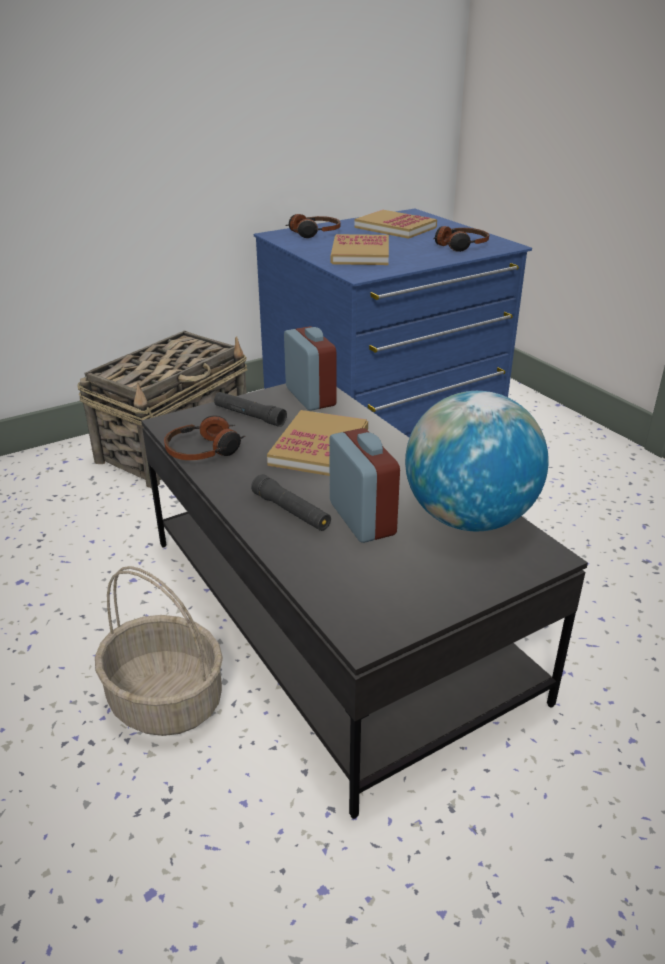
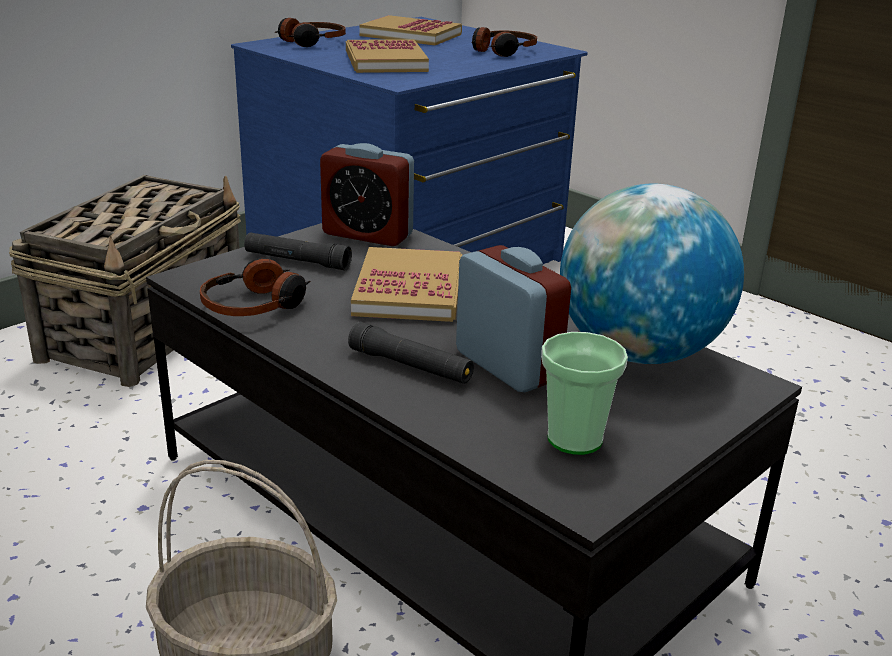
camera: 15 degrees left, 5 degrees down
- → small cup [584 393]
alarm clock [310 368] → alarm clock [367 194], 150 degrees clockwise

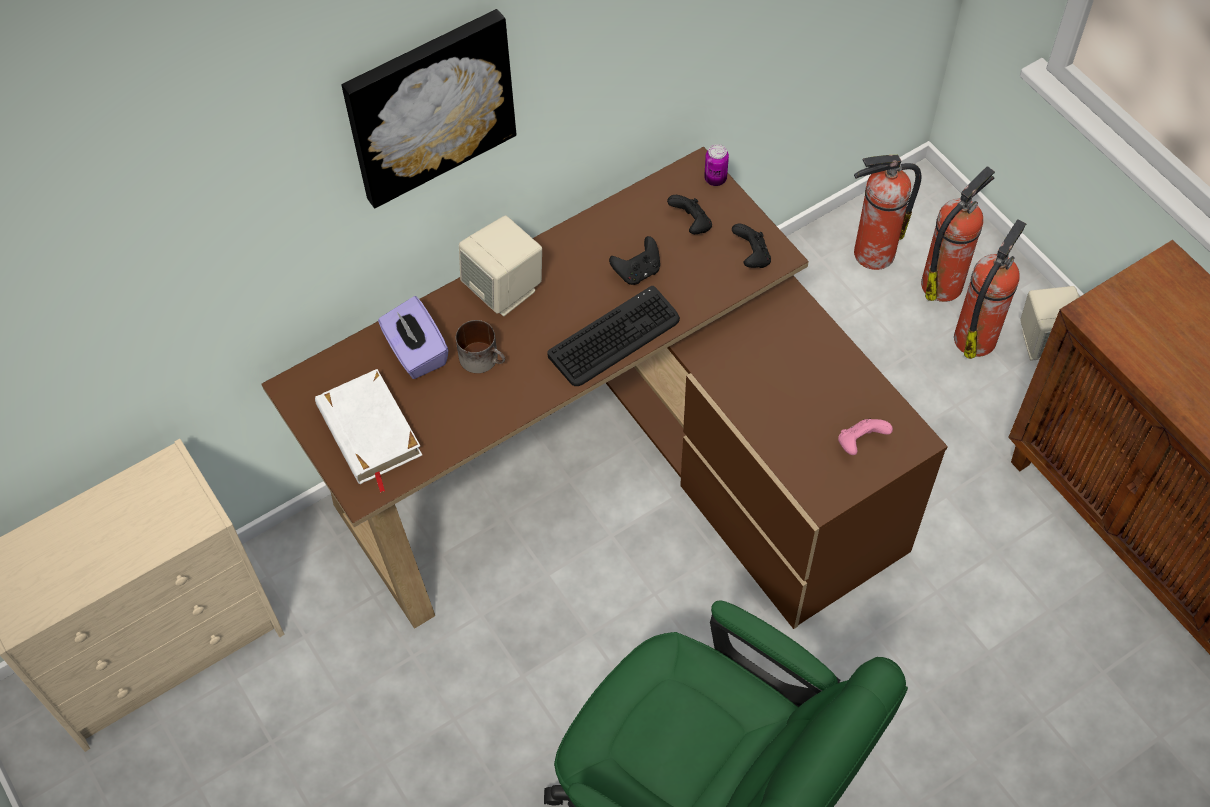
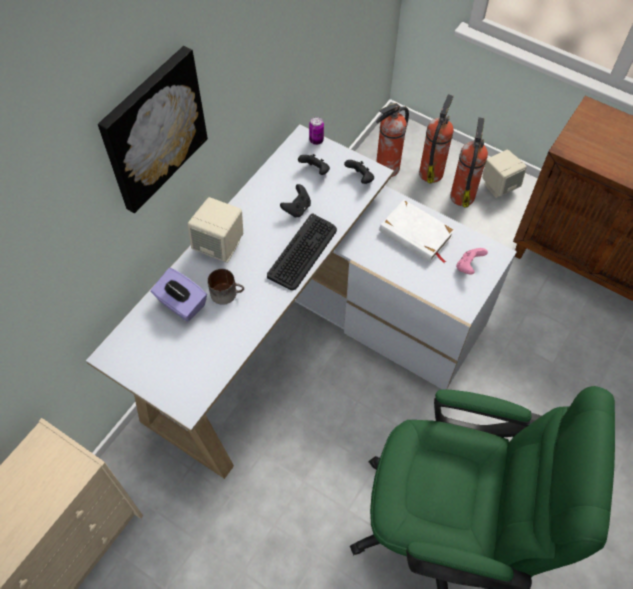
camera: 25 degrees left, 0 degrees up
white-coloured bound book [368 431] → white-coloured bound book [416 231], shifted
brown desk [604 388] → white-coloured desk [301 302]

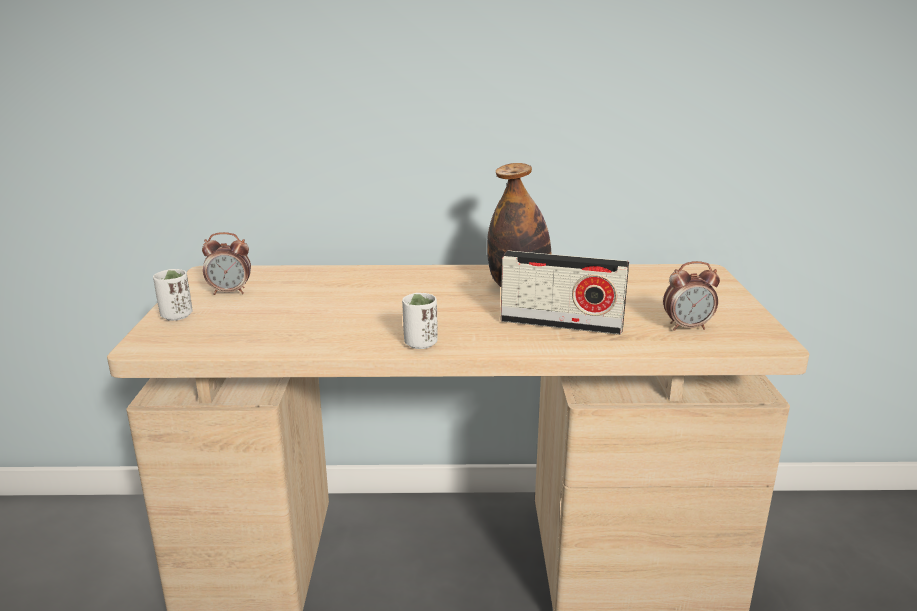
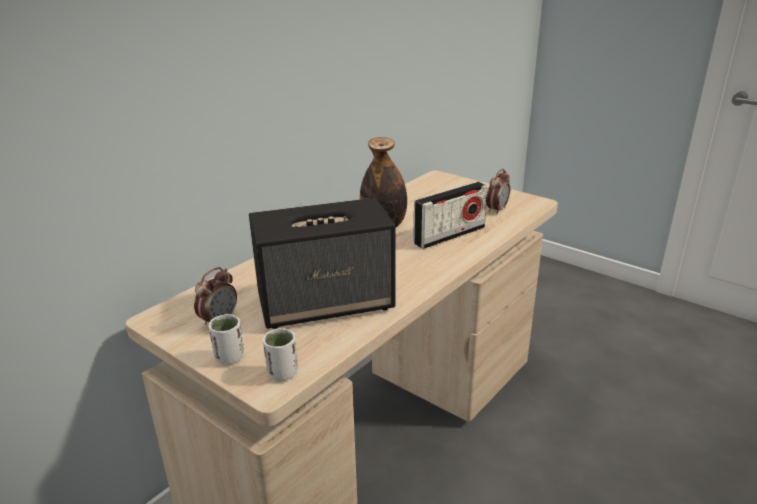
camera: 50 degrees left, 5 degrees up
- → audio speaker [322 263]
white-coloured small cup [420 321] → white-coloured small cup [280 354], shifted

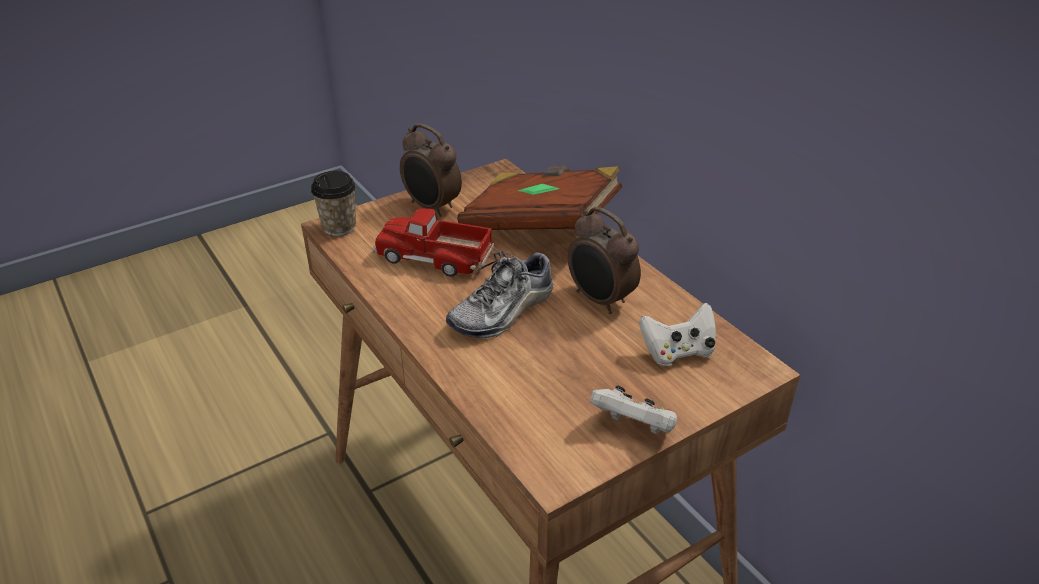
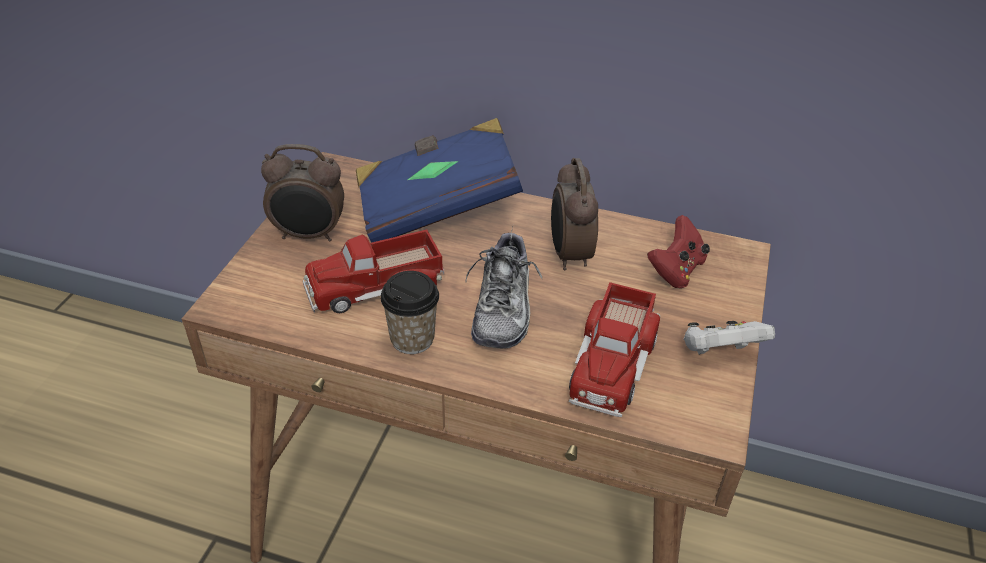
camera: 40 degrees left, 5 degrees up
- → model truck [614 349]
small cup [333 203] → small cup [409 312], shifted
brown bound book [539 197] → bluish bound book [439 180]
white-coloured game controller [677 334] → red game controller [678 251]
alarm clock [604 260] → alarm clock [574 214], 75 degrees clockwise

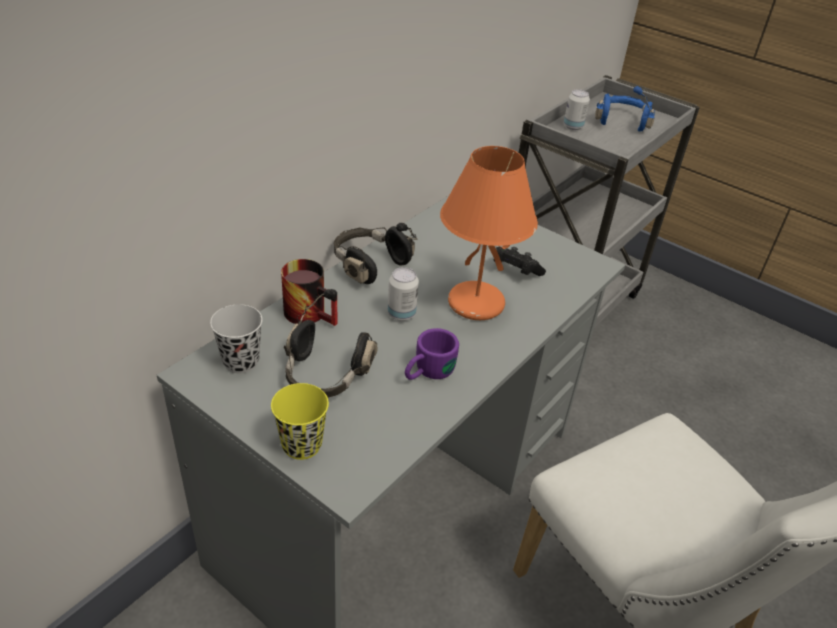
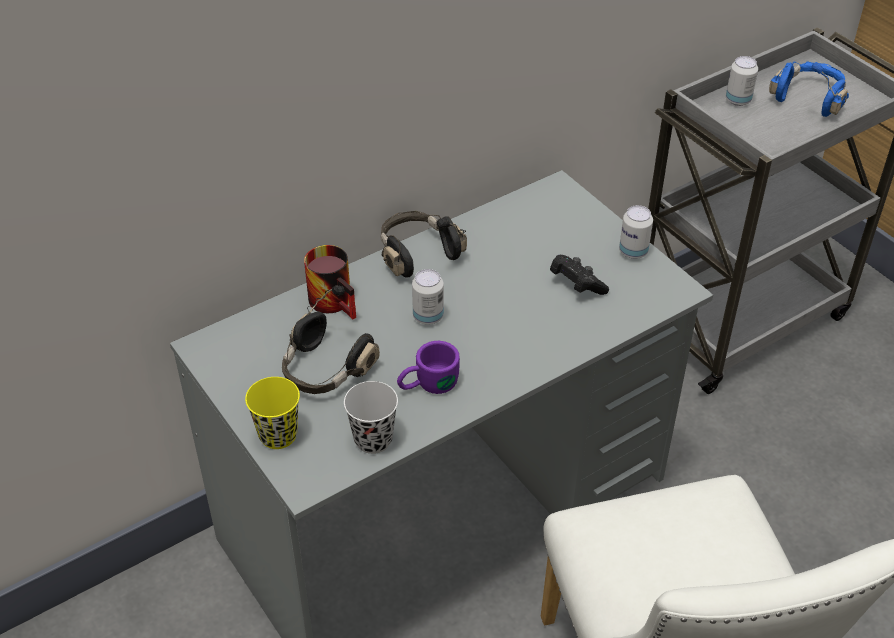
camera: 20 degrees right, 5 degrees up
orangey lamp for a table [489 233] → -
- → sealed can [636 232]
black small cup [236 338] → black small cup [371 417], shifted

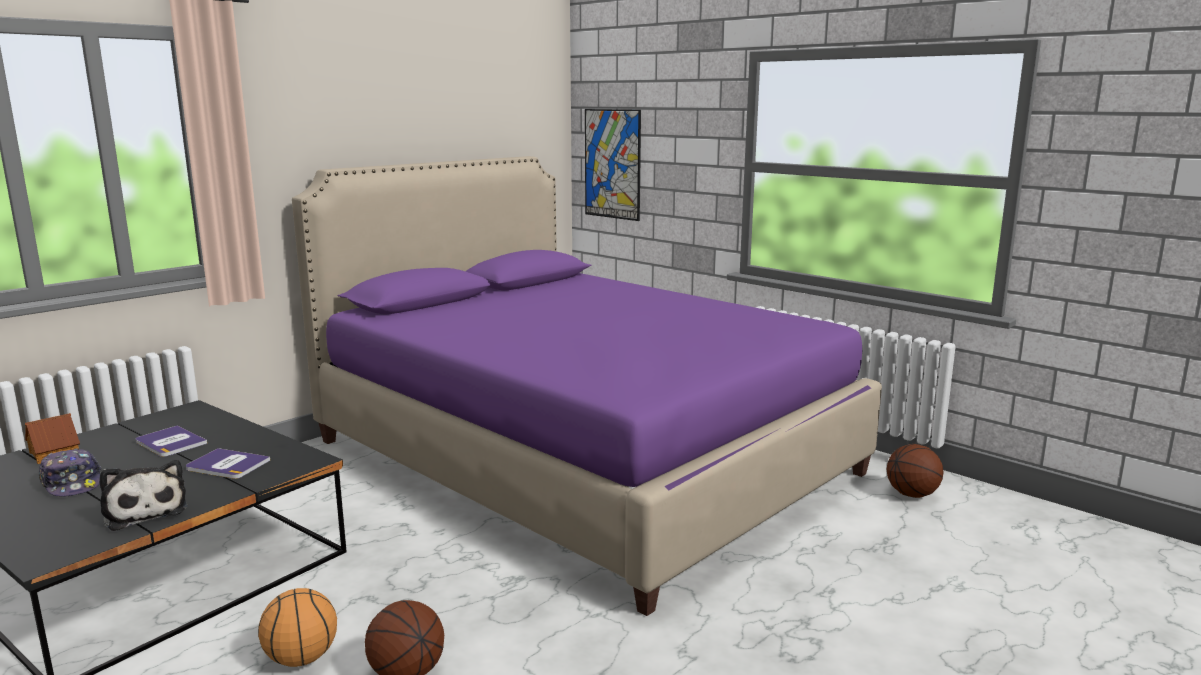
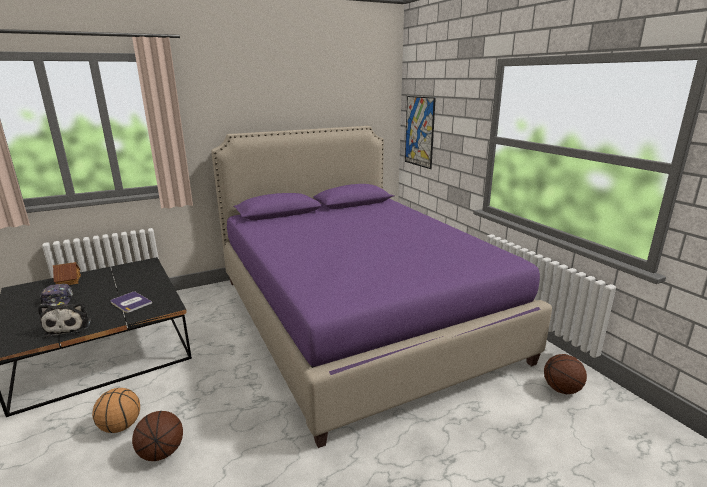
camera: 20 degrees right, 5 degrees up
bound book [171 441] → -

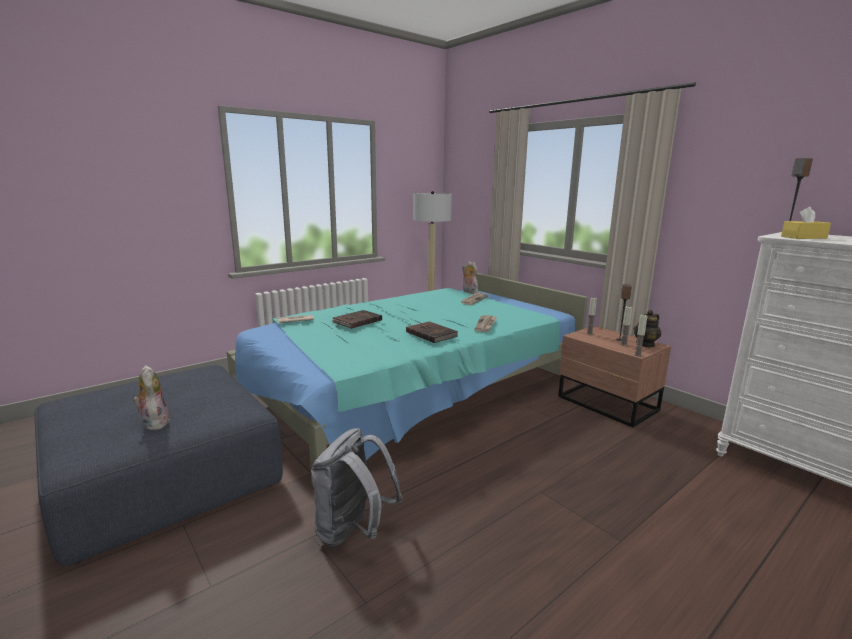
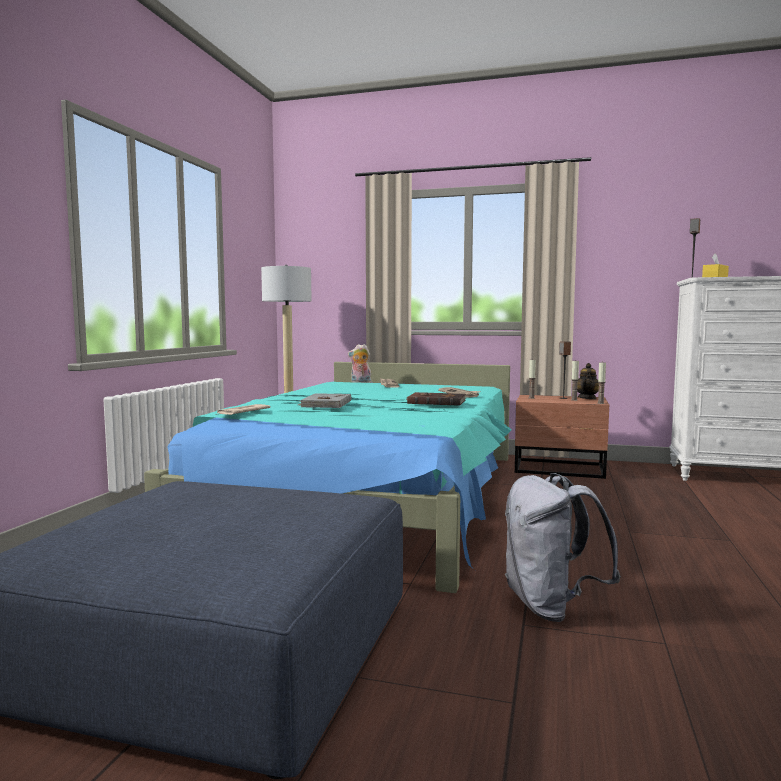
camera: 35 degrees left, 10 degrees down
soft toy [151 397] → -
brown bound book [356 319] → gray bound book [324 400]

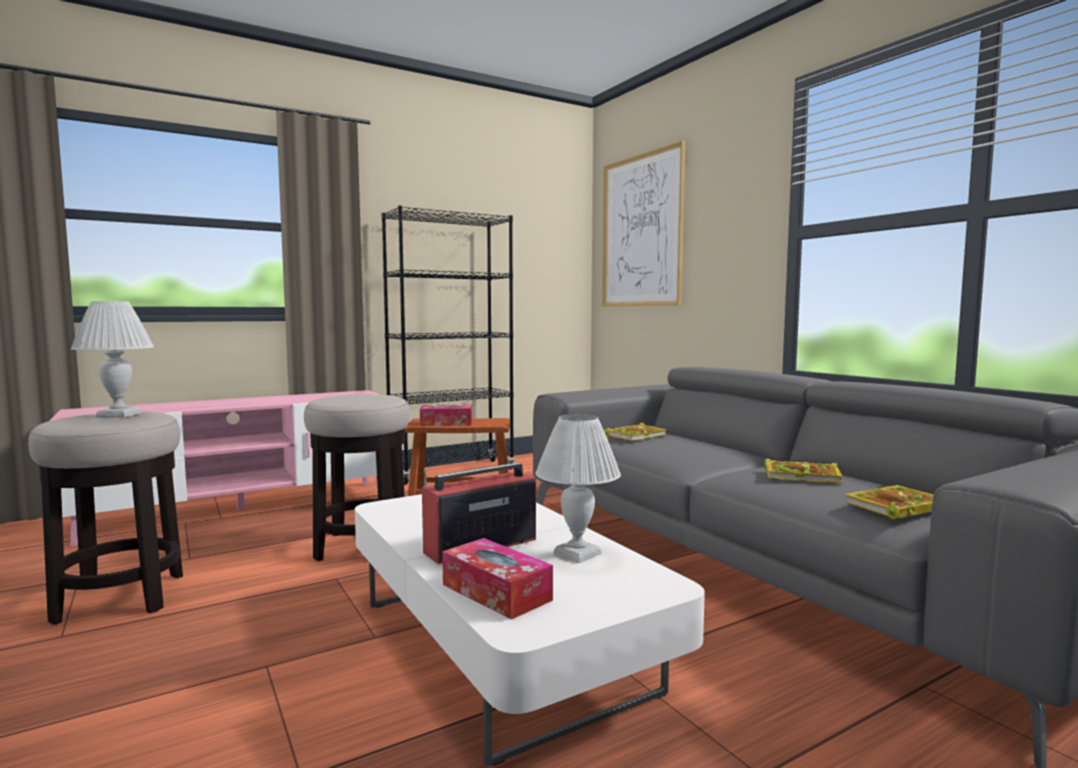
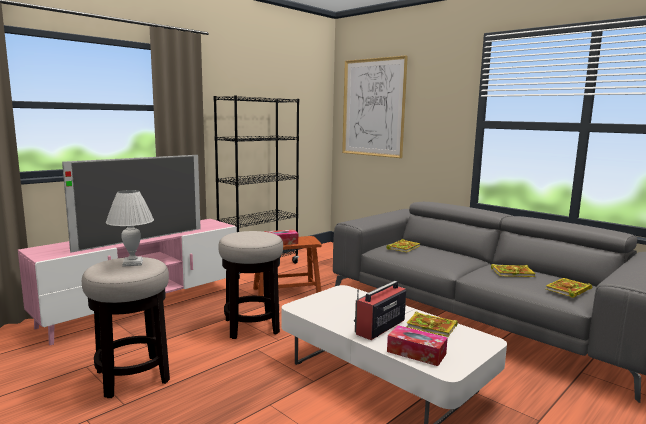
camera: 15 degrees left, 5 degrees up
- → television [131 204]
white-coloured lamp for a table [578 488] → bound book [432 324]

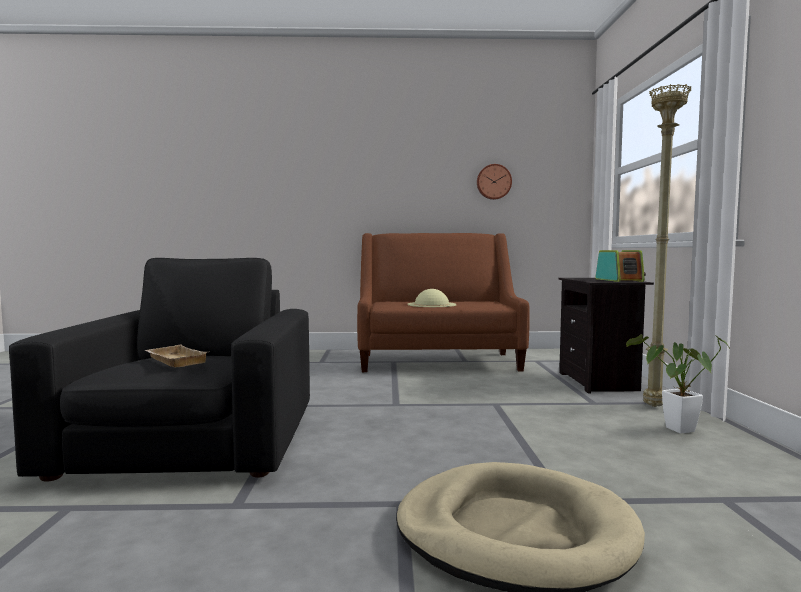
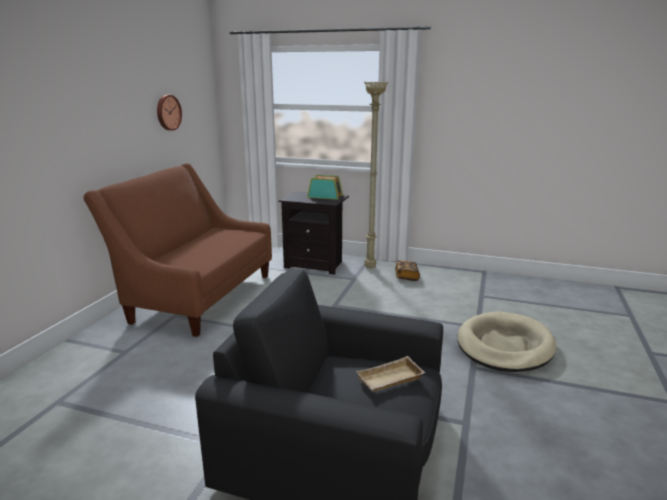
camera: 70 degrees left, 15 degrees up
sand-coloured clothing hat [432 298] → -
houseplant [678 384] → bound book [407 270]

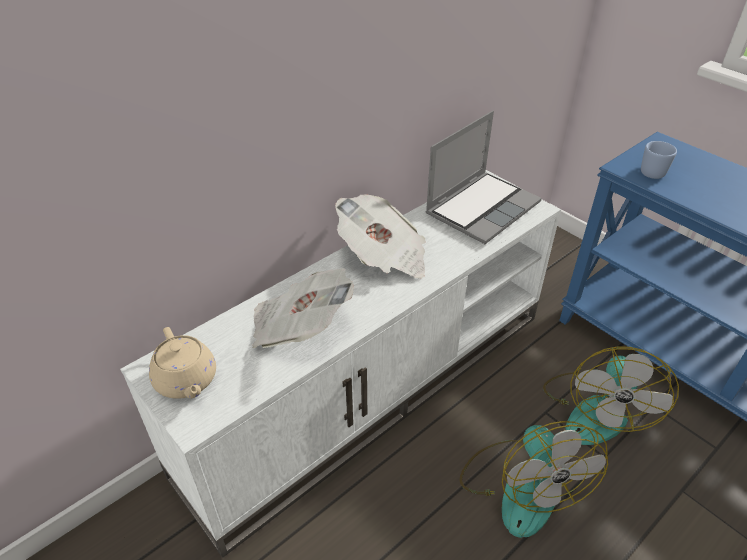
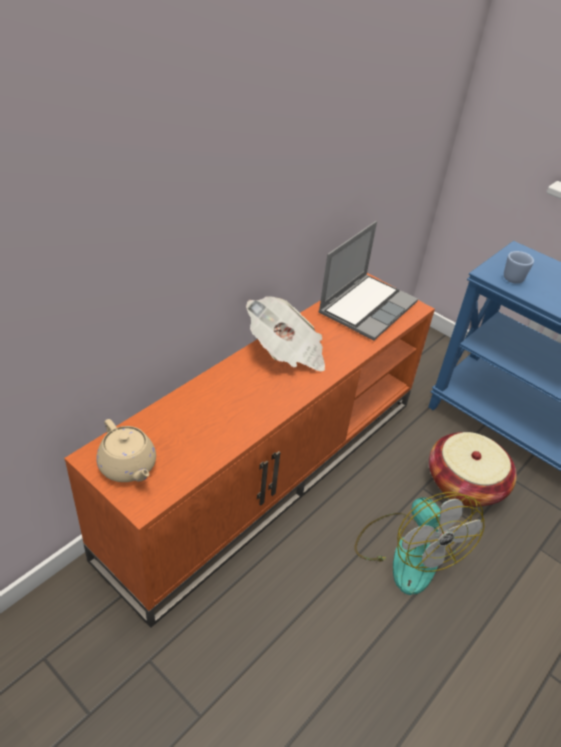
camera: 10 degrees left, 0 degrees up
daily paper [303 308] → -
cooling fan [611 395] → storage basket [473 469]
white-coloured tv unit [340 364] → orangey tv unit [249 450]

